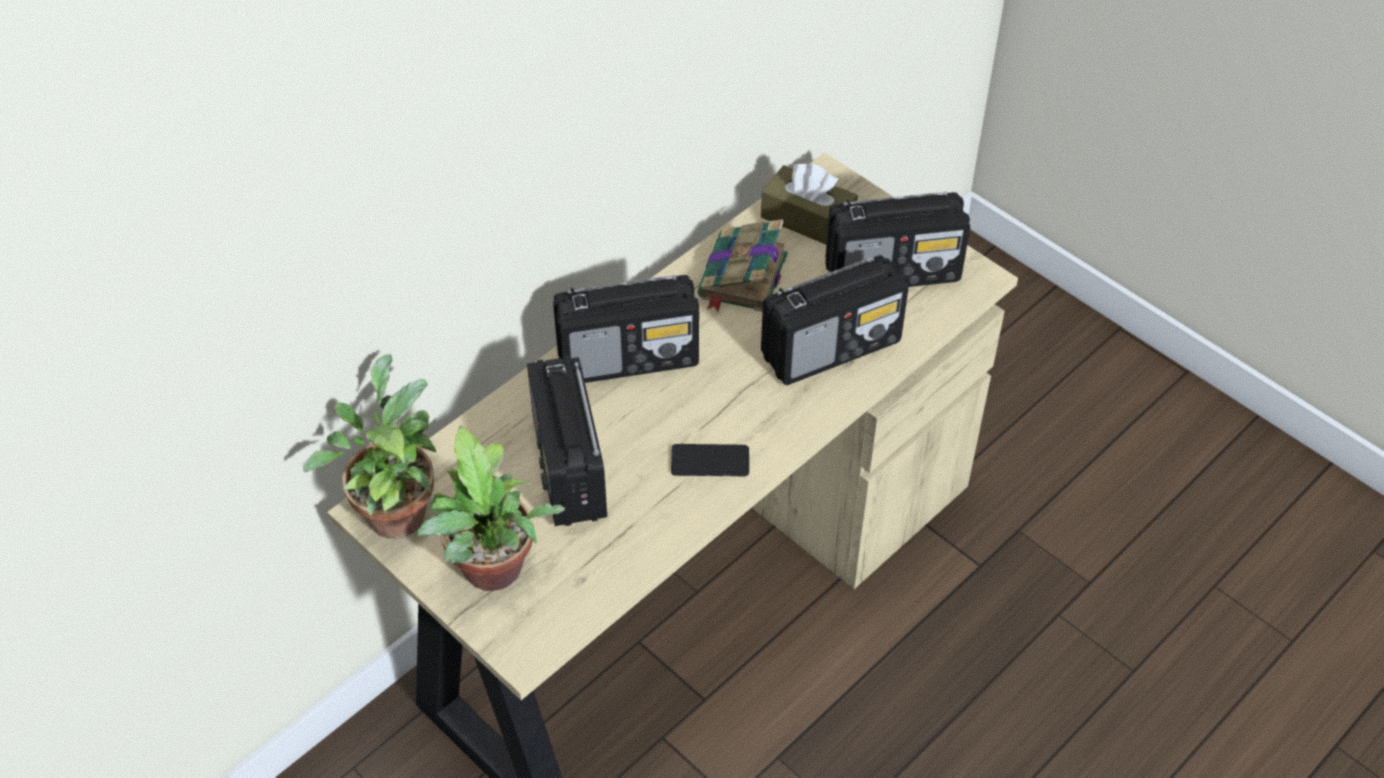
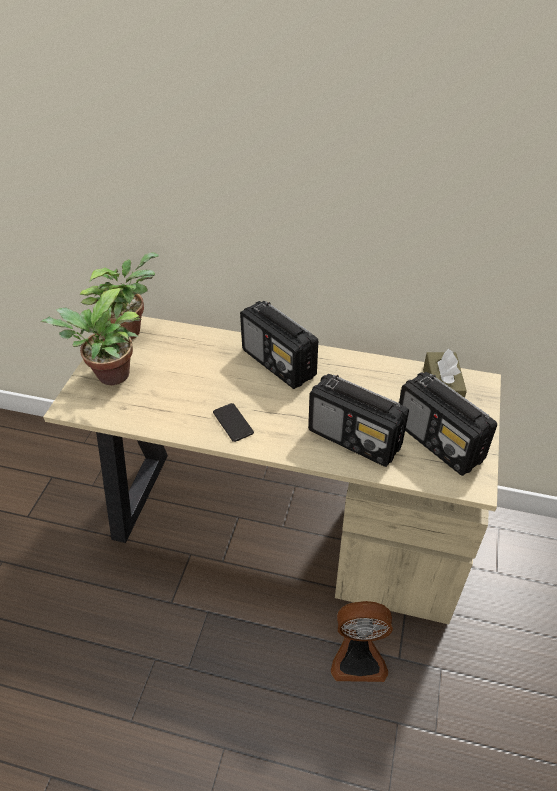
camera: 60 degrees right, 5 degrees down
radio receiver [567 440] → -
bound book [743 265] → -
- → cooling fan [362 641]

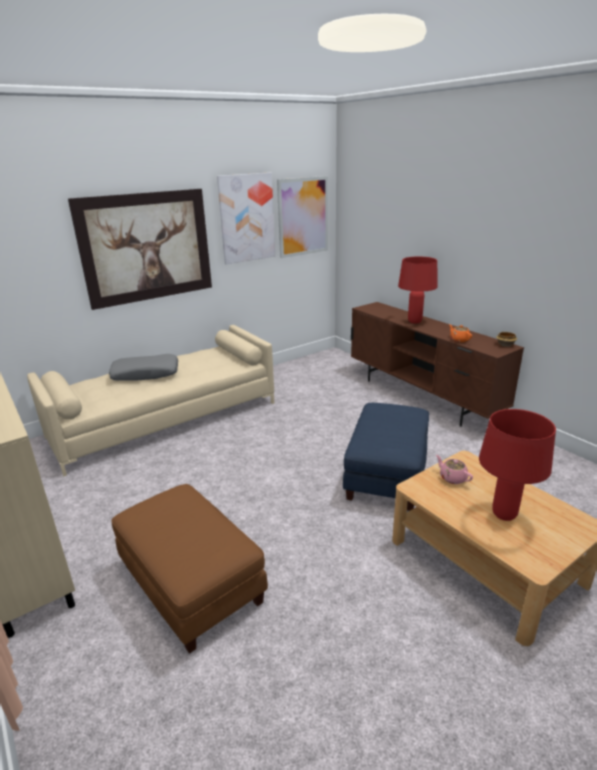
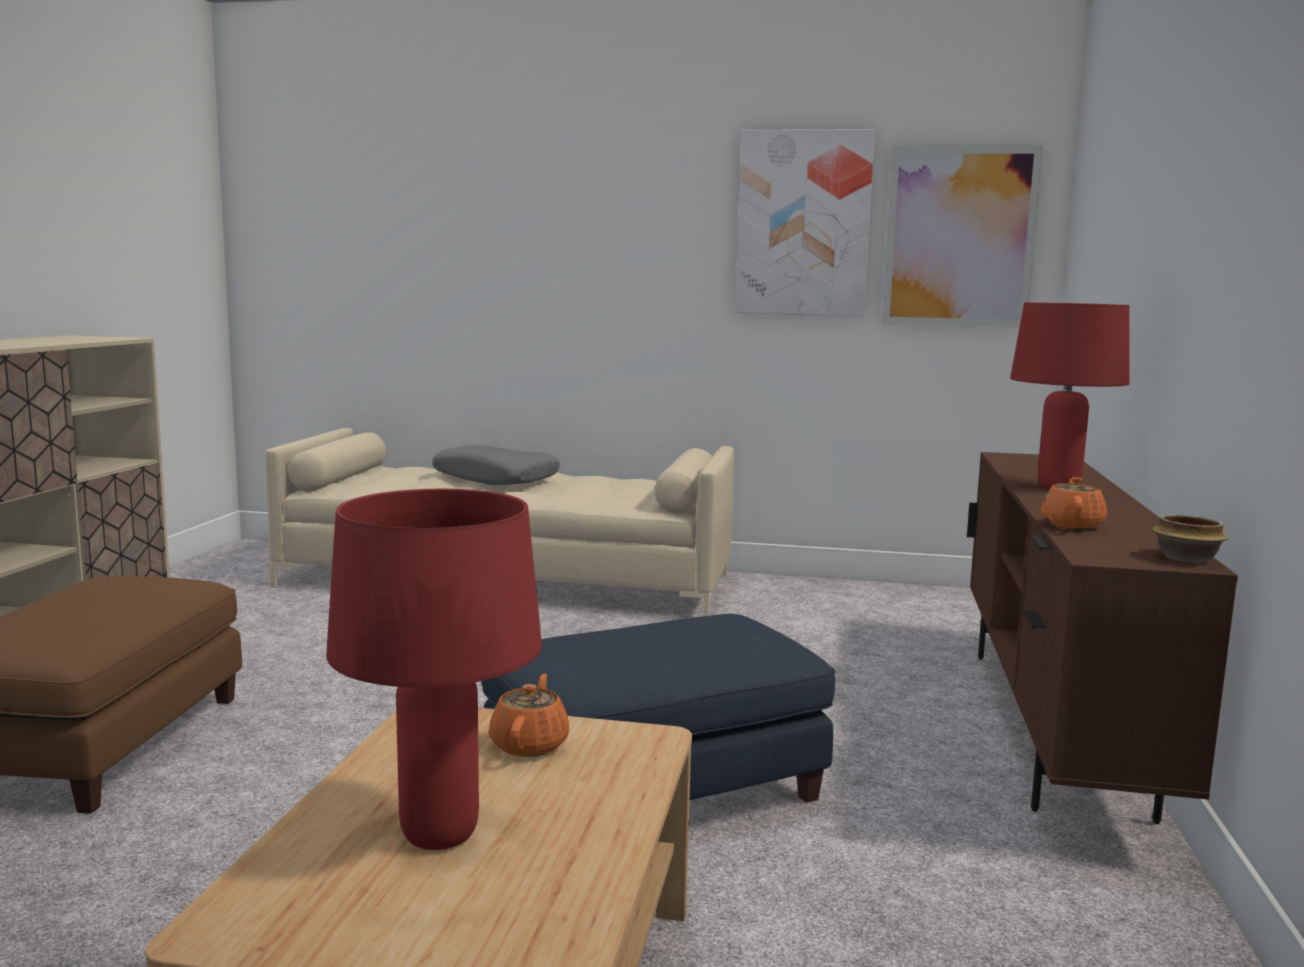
camera: 45 degrees right, 15 degrees down
wall art [140 249] → -
pink-coloured teapot [454 469] → orangey teapot [529 715]

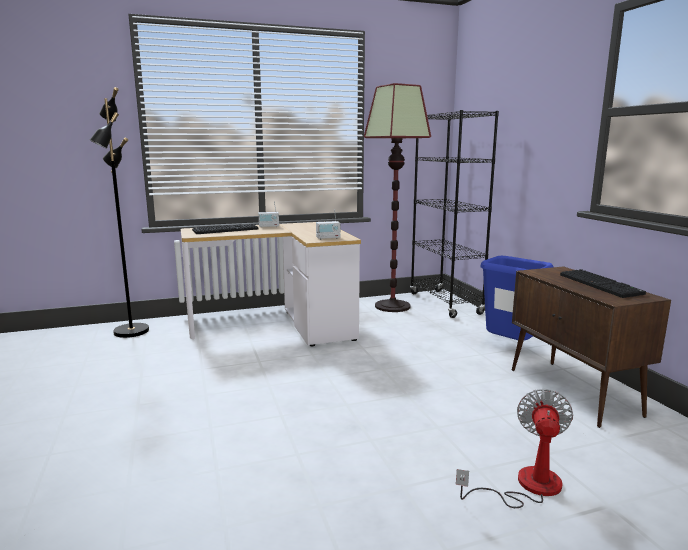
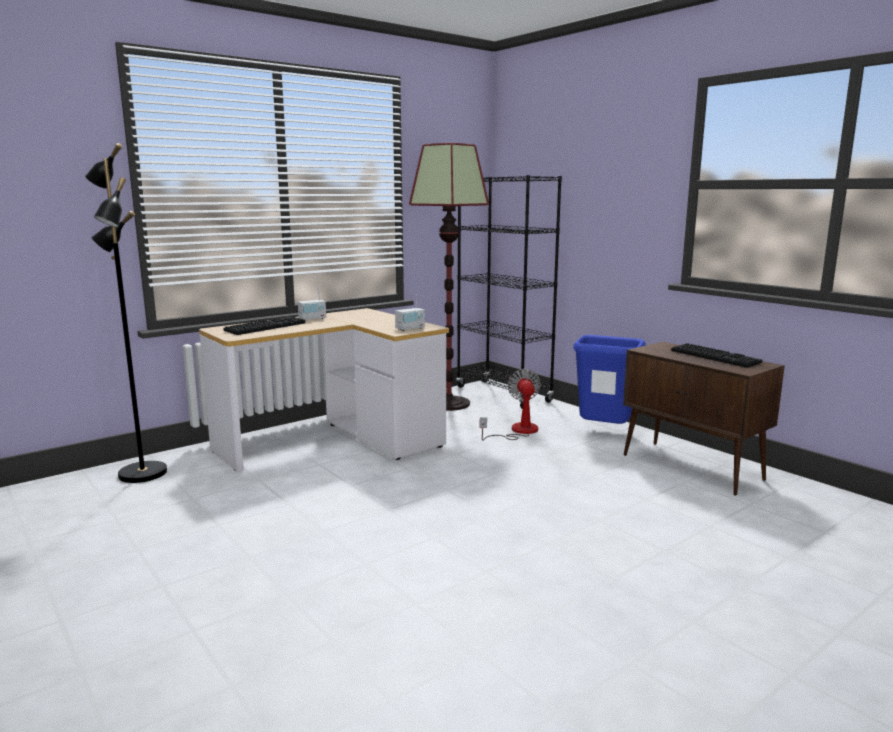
camera: 20 degrees left, 0 degrees up
cooling fan [514 448] → cooling fan [510 405], shifted

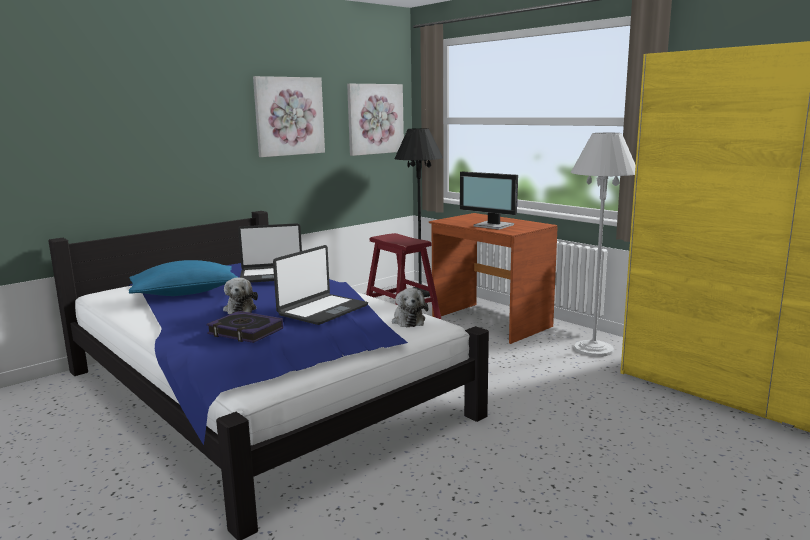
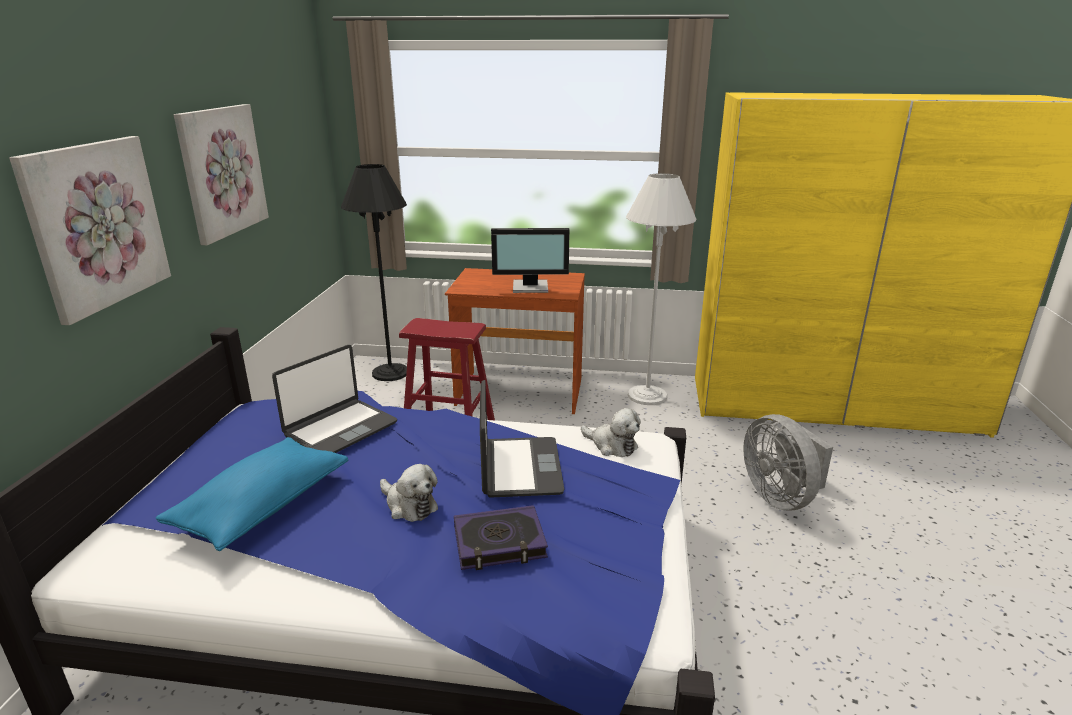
camera: 40 degrees left, 10 degrees up
- → gray cooling fan [788 462]
wall art [375 120] → wall art [90 230], shifted

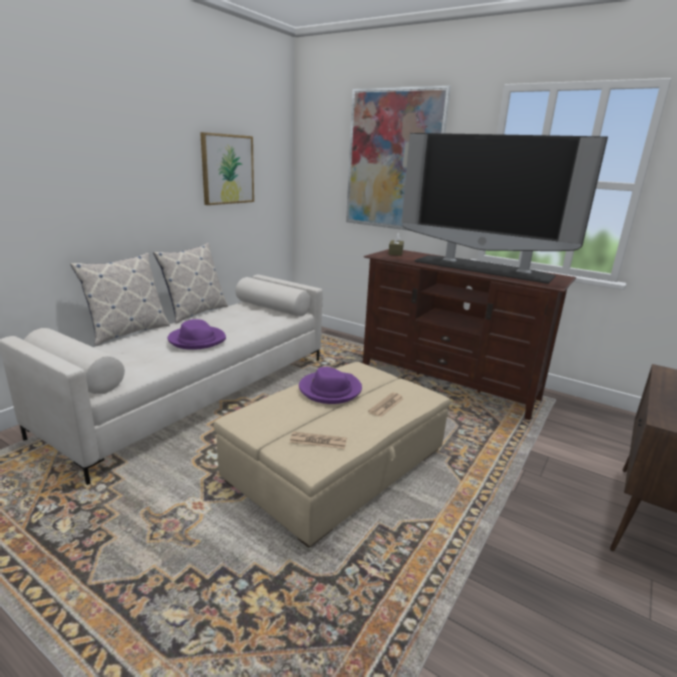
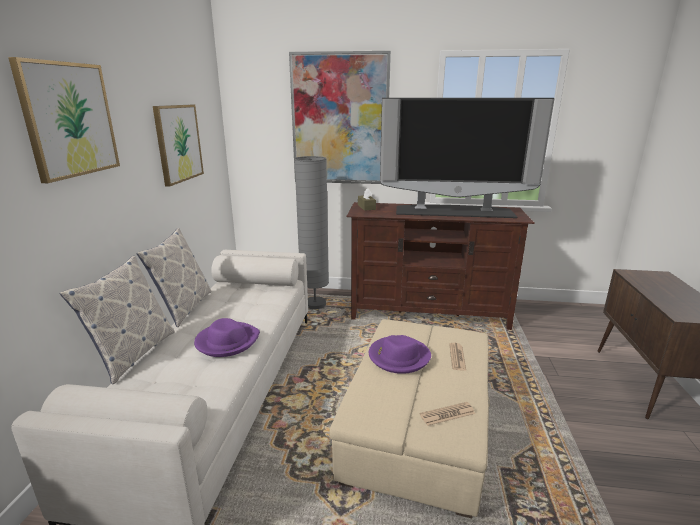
camera: 25 degrees left, 0 degrees up
- → wall art [64 120]
- → gray floor lamp [311 232]

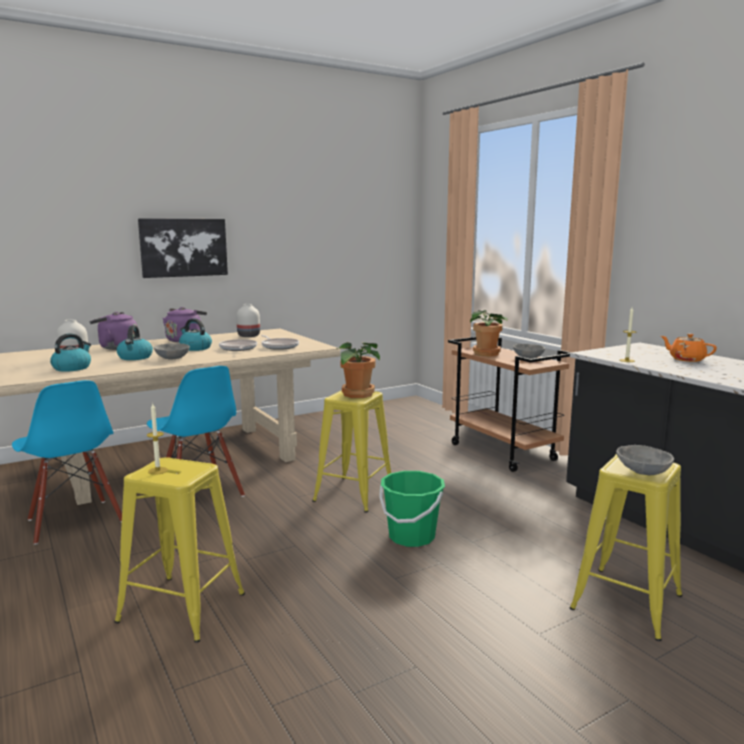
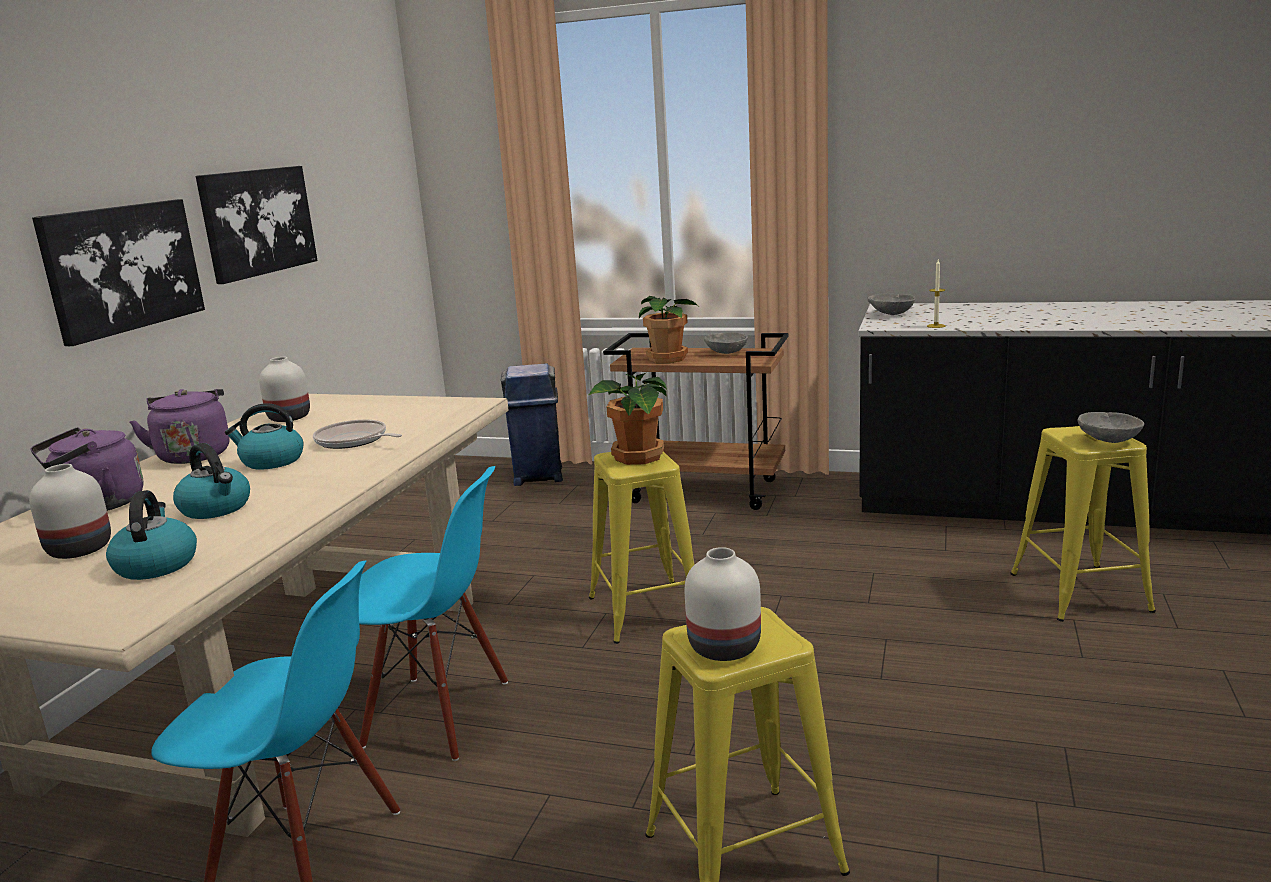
camera: 40 degrees left, 5 degrees up
frying pan [280 342] → -
greenish bucket [412 509] → -
orangey teapot [689 348] → -
- → wall art [257 225]
- → bluish rubbish bin [532 424]
gray serving bowl [172 351] → gray serving bowl [891 304], shifted
wax candle [157 439] → white-coloured decorative vase [723 604]

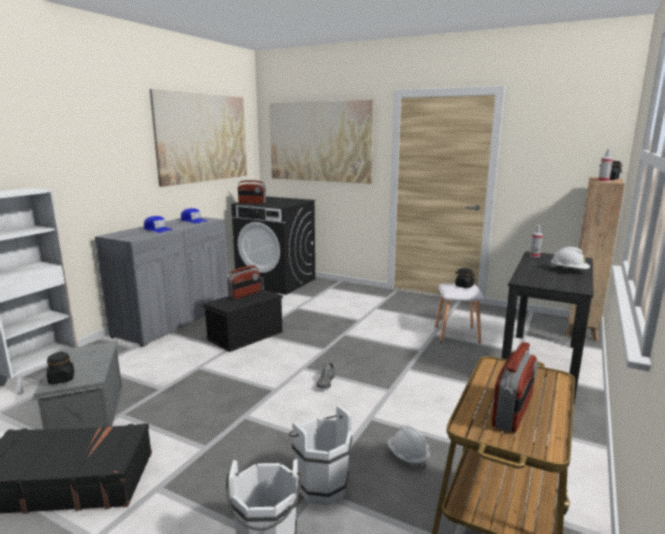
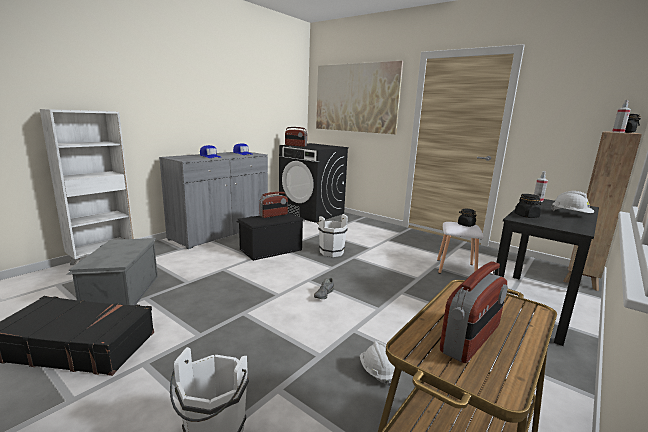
camera: 10 degrees right, 0 degrees up
wall art [198 138] → -
black preserve jar [60 368] → black preserve jar [528 206], shifted
white-coloured bucket [320 455] → white-coloured bucket [332 235], shifted

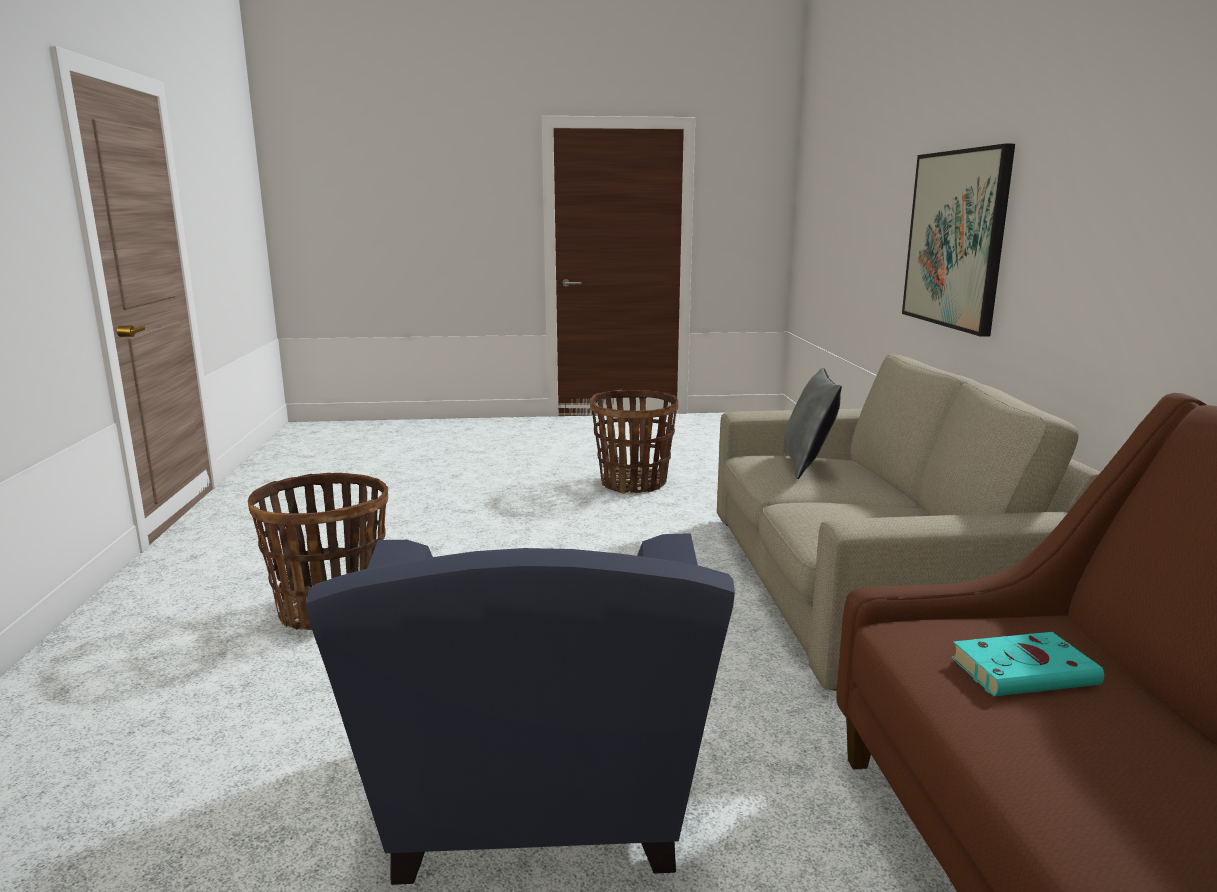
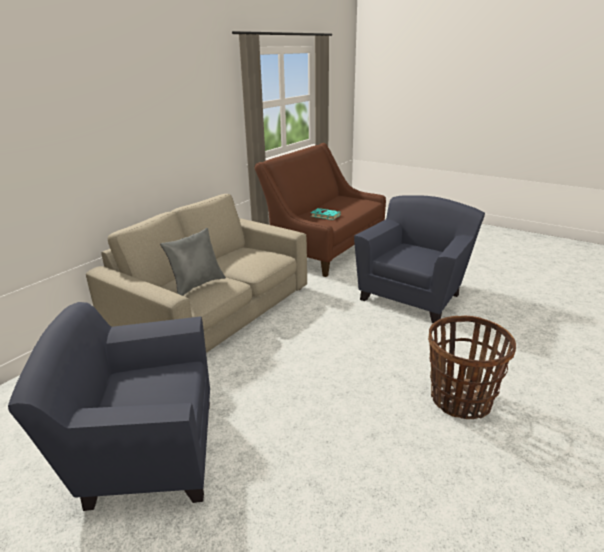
camera: 140 degrees left, 10 degrees up
wall art [958 240] → -
storage basket [634 442] → bluish easy chair [109 406]

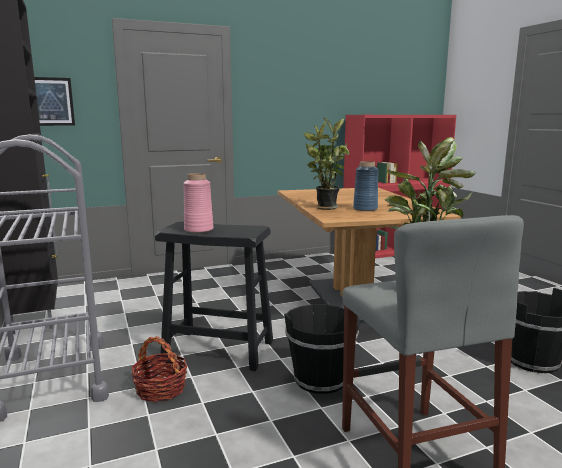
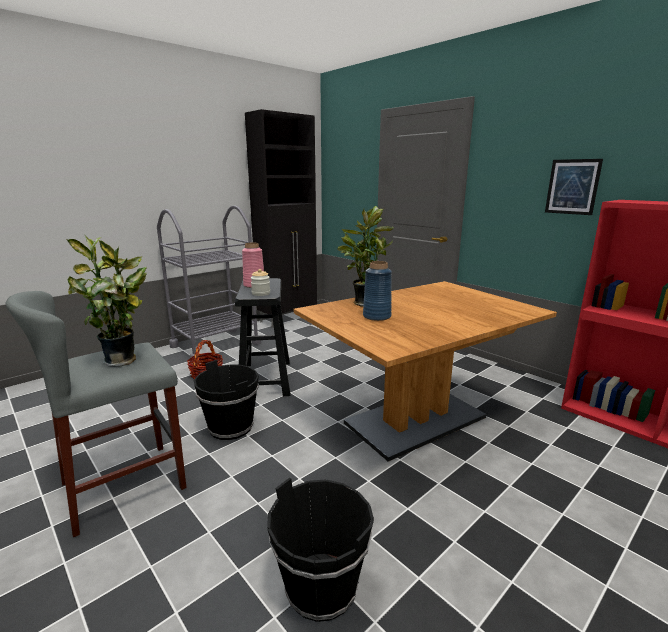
camera: 70 degrees right, 5 degrees up
- → preserve jar [260 282]
wall art [54 101] → wall art [574 187], shifted

